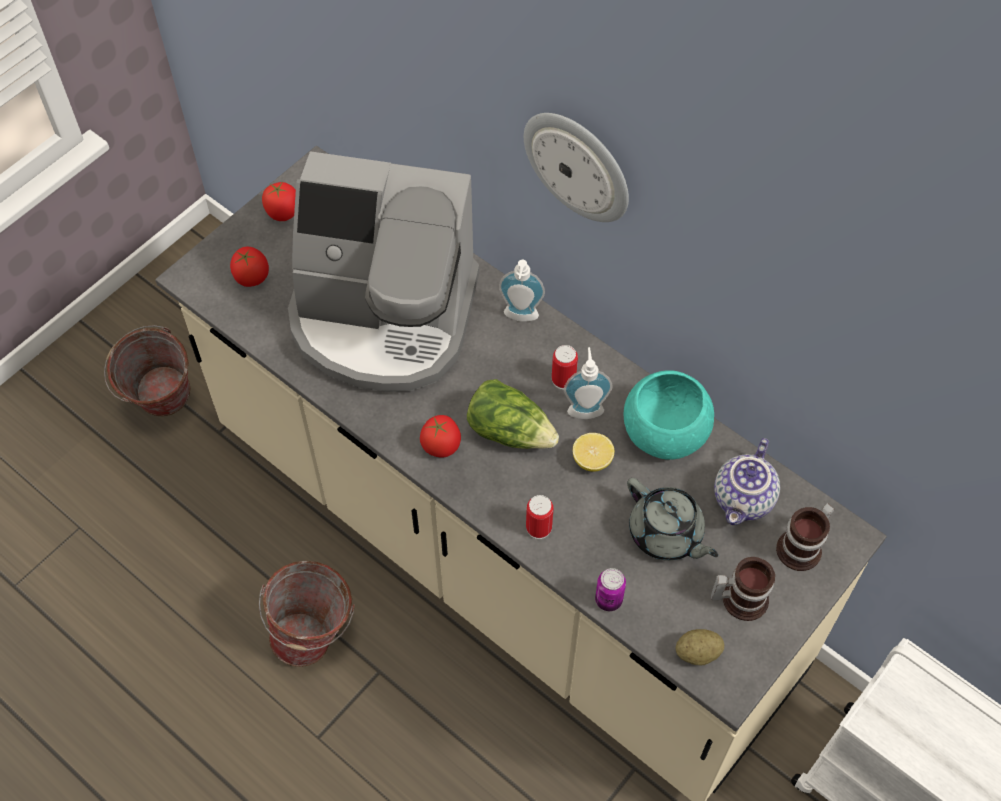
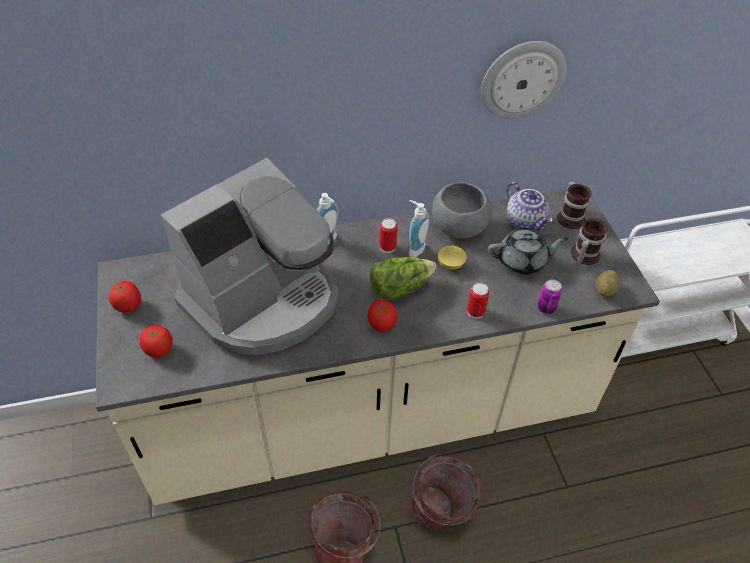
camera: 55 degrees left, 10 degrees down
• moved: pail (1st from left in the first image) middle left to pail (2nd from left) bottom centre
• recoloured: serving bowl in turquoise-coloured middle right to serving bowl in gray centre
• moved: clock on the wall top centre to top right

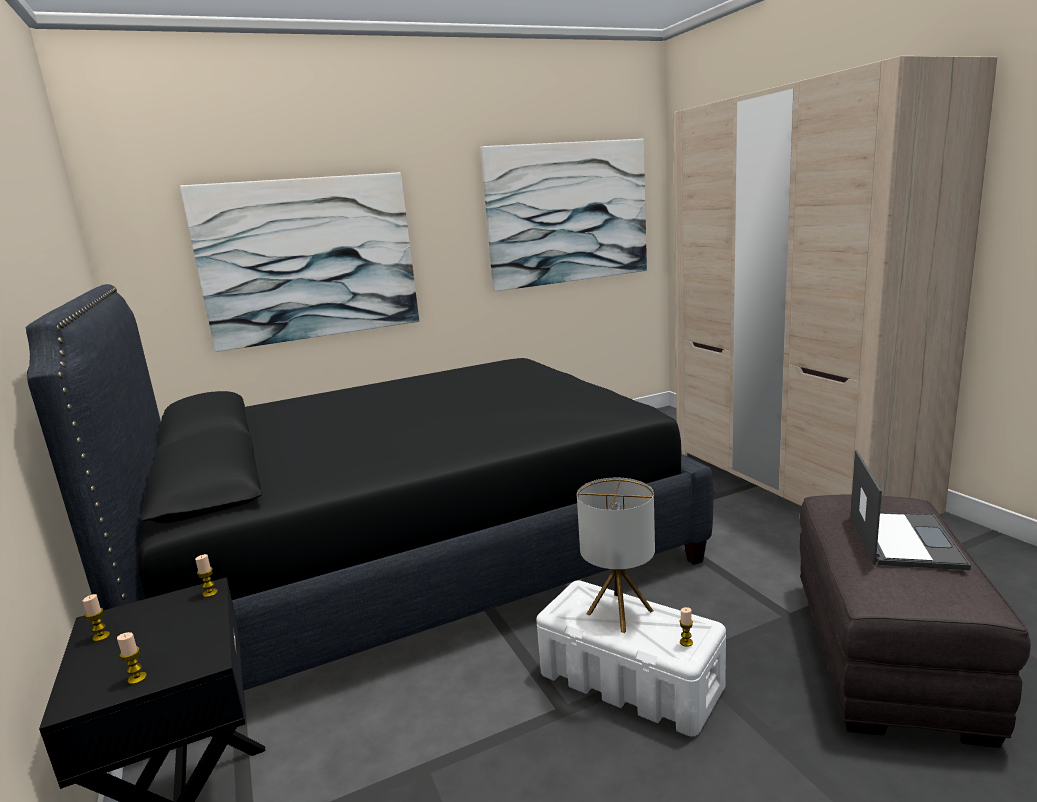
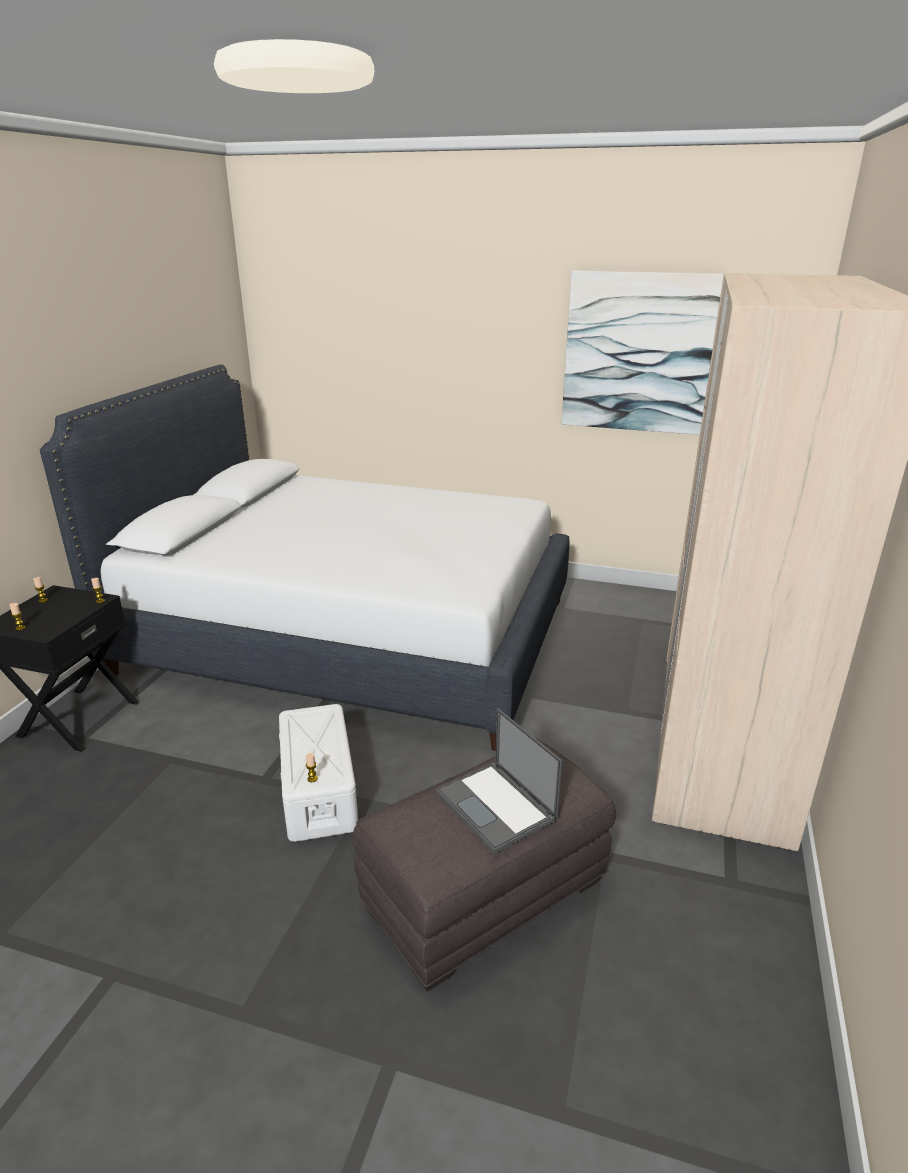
camera: 40 degrees right, 10 degrees up
• recoloured: bed in black centre to bed in white centre
• turned: laptop middle right = centre 90 degrees clockwise
• removed: picture (1st from left) top left
• removed: table lamp bottom centre

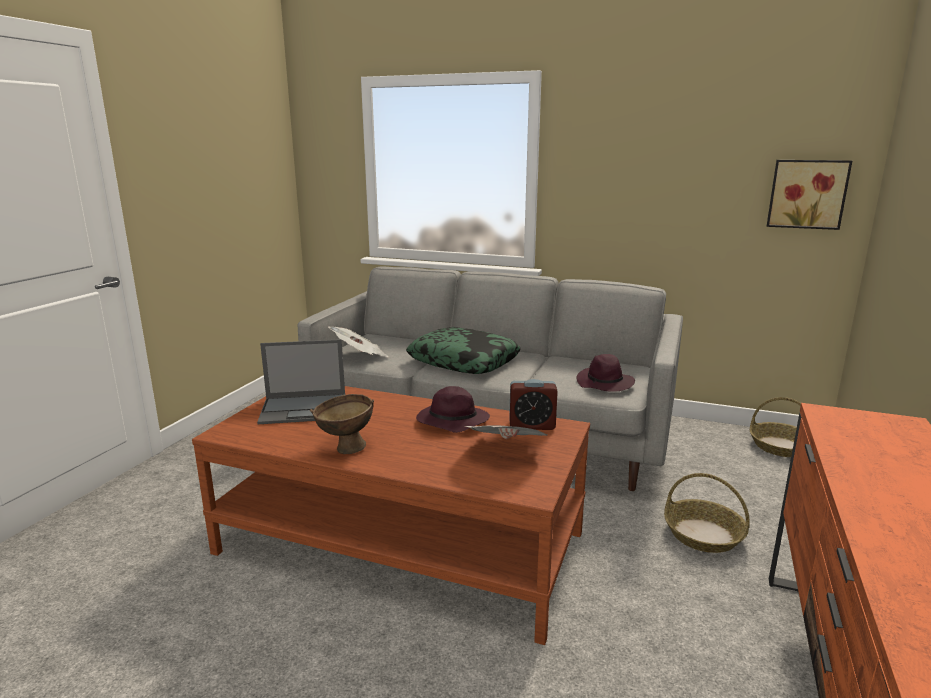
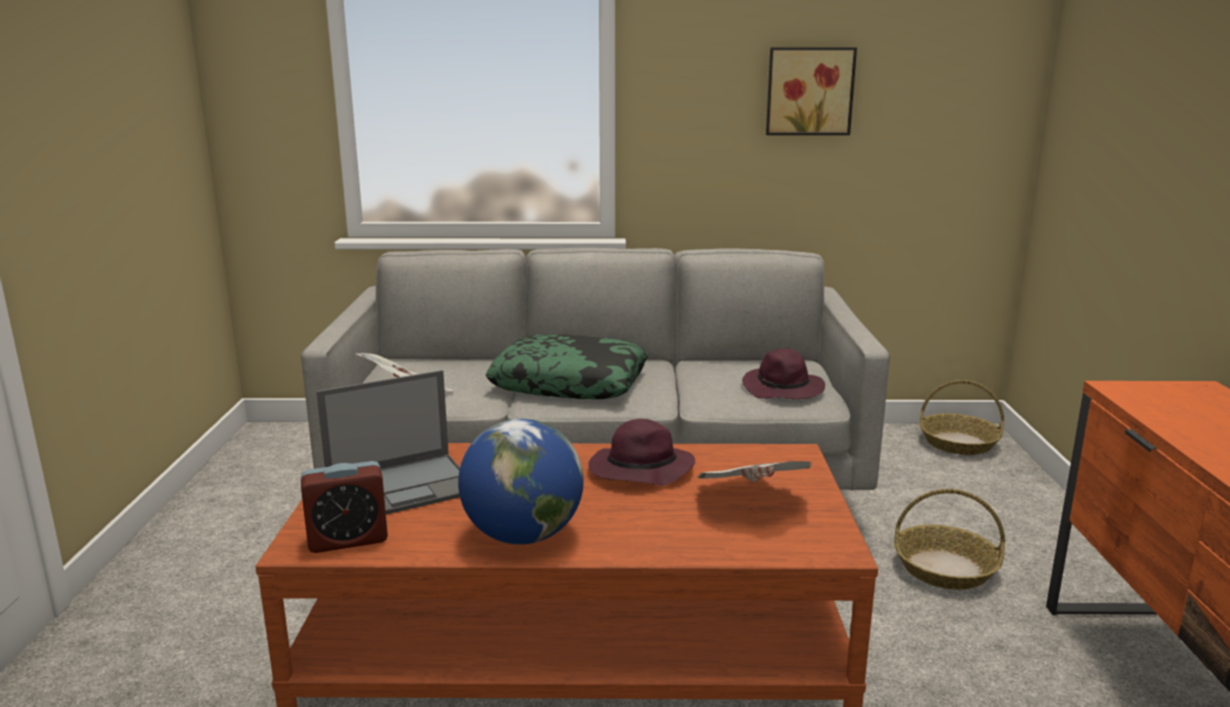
camera: 20 degrees left, 0 degrees up
• moved: table clock centre to bottom left
• replaced: serving bowl in brownish centre to globe bottom centre
• moved: picture top right to top centre

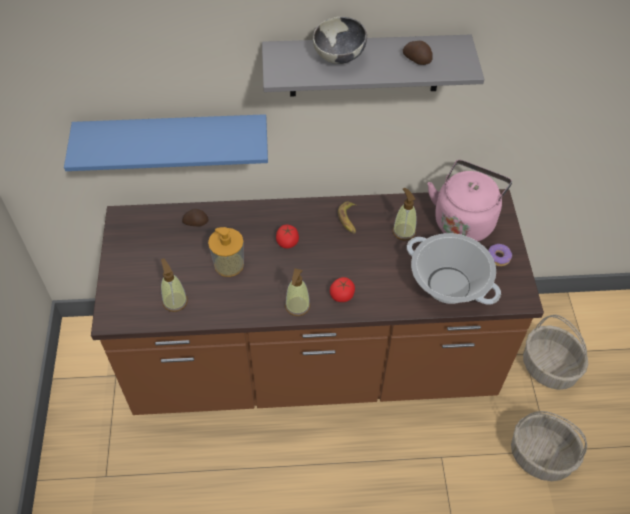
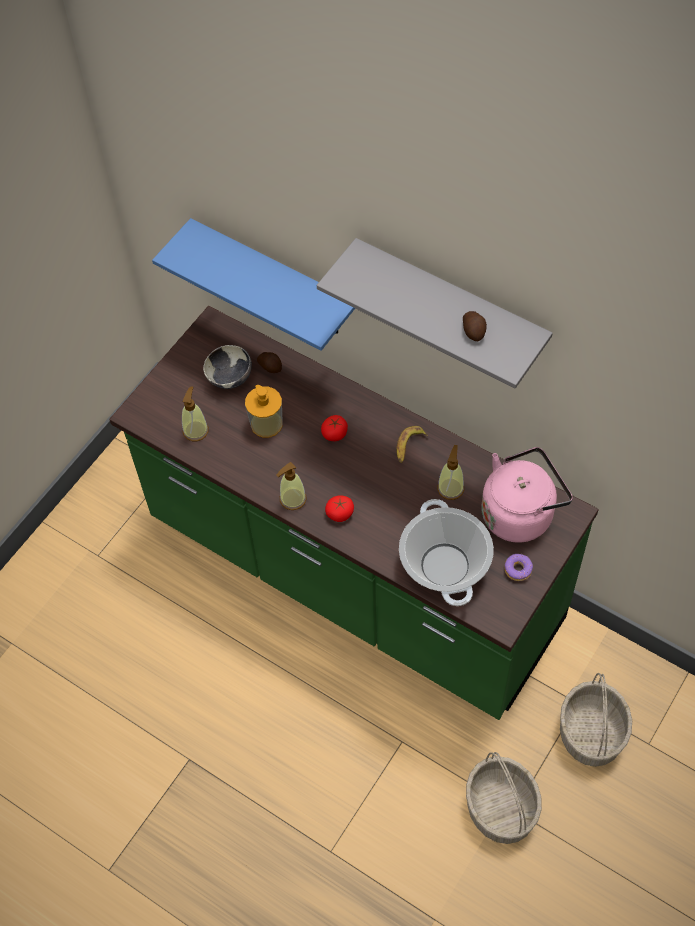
camera: 40 degrees right, 5 degrees up
• recoloured: kitchen counter in brownish centre to kitchen counter in greenish centre
• moved: serving bowl top centre to middle left

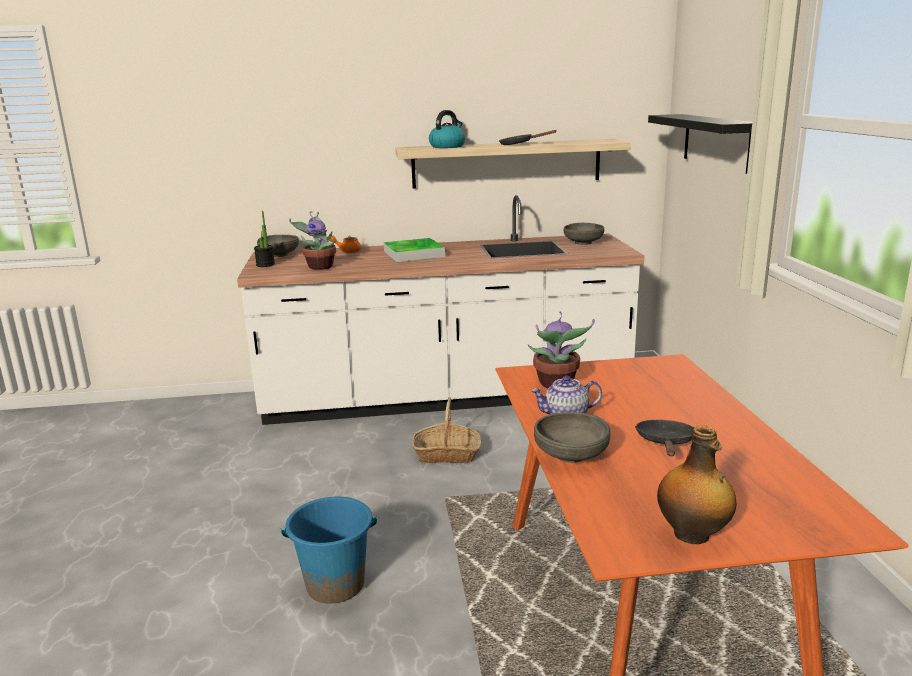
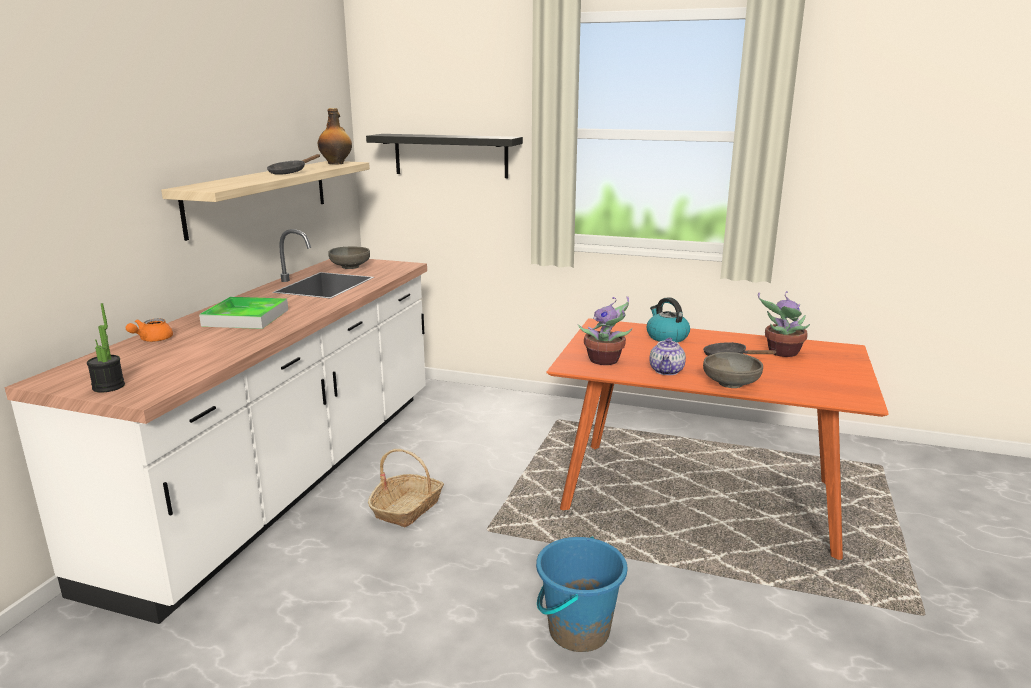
camera: 65 degrees left, 0 degrees up
• moved: drink bottle bottom right to top left
• moved: water kettle top centre to centre
• moved: plant in a pot (2nd from left in the first image) centre to plant in a pot (3rd from left) middle right
• removed: serving bowl in gray (1st from left) middle left

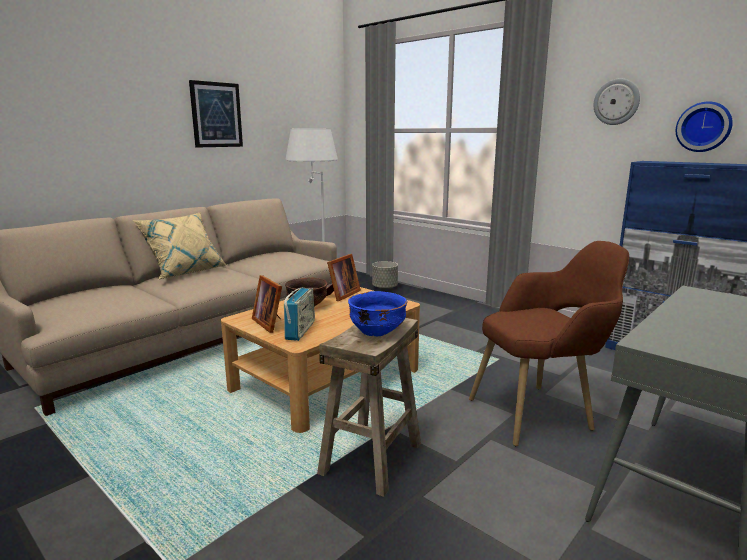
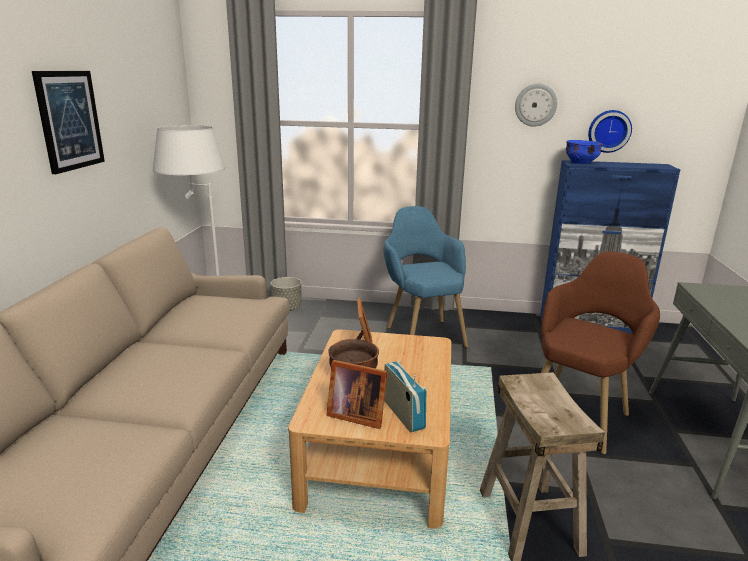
camera: 35 degrees left, 5 degrees up
• added: lounge chair in blue centre
• moved: serving bowl in blue centre to top right
• removed: pillow in sand-coloured middle left

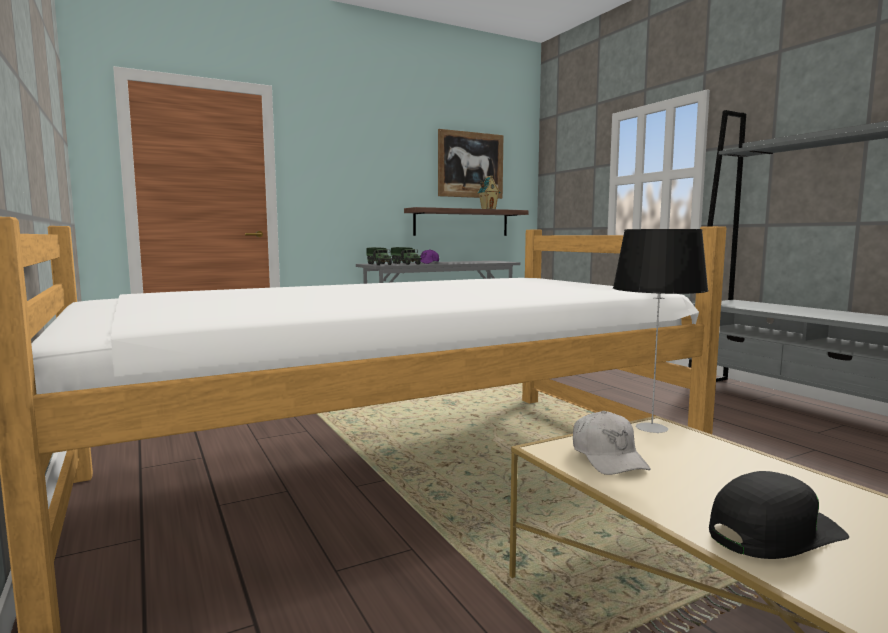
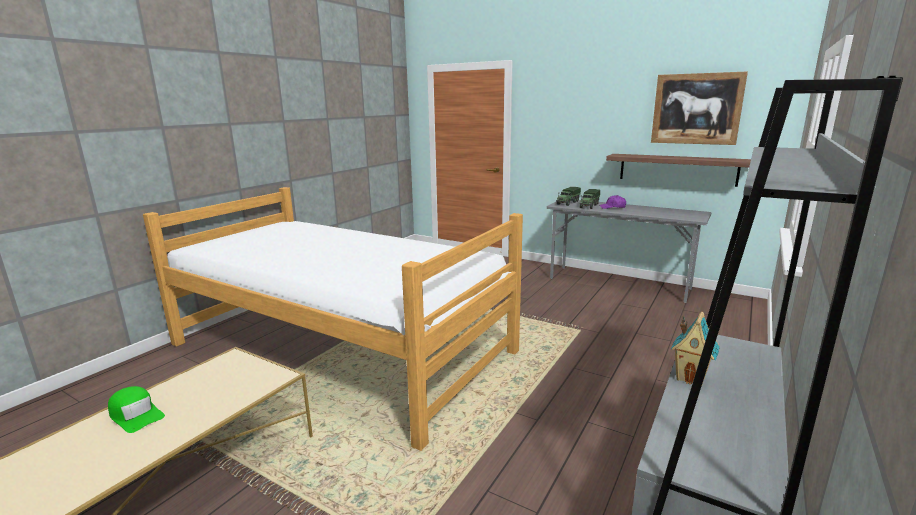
camera: 60 degrees right, 10 degrees up
• recoloured: cap in black bottom right to cap in greenish bottom left
• moved: toy house top centre to bottom right
• removed: cap in white bottom right
• removed: table lamp middle right

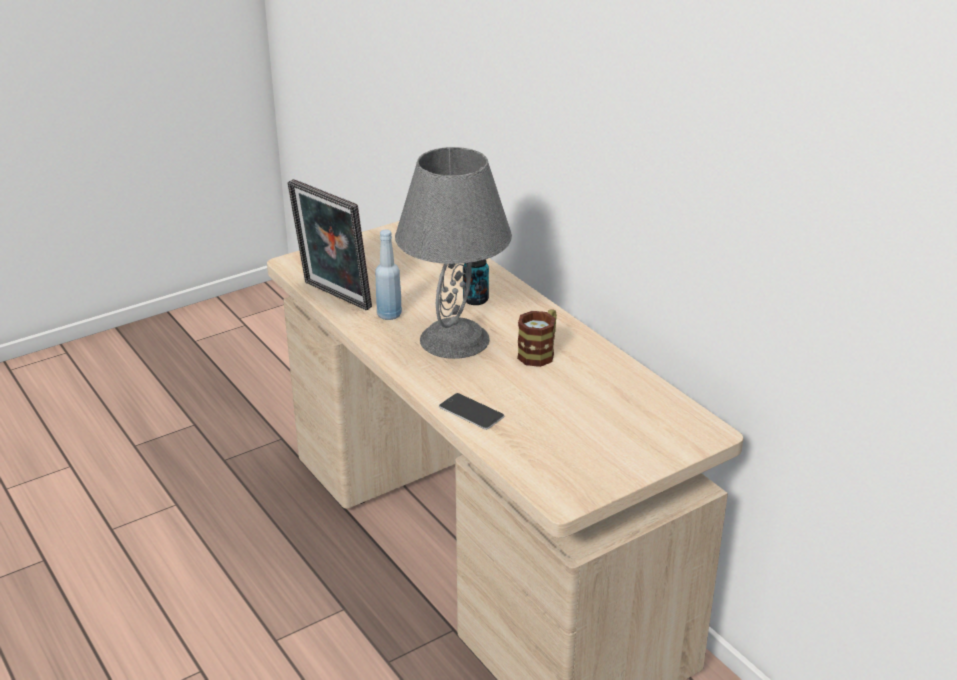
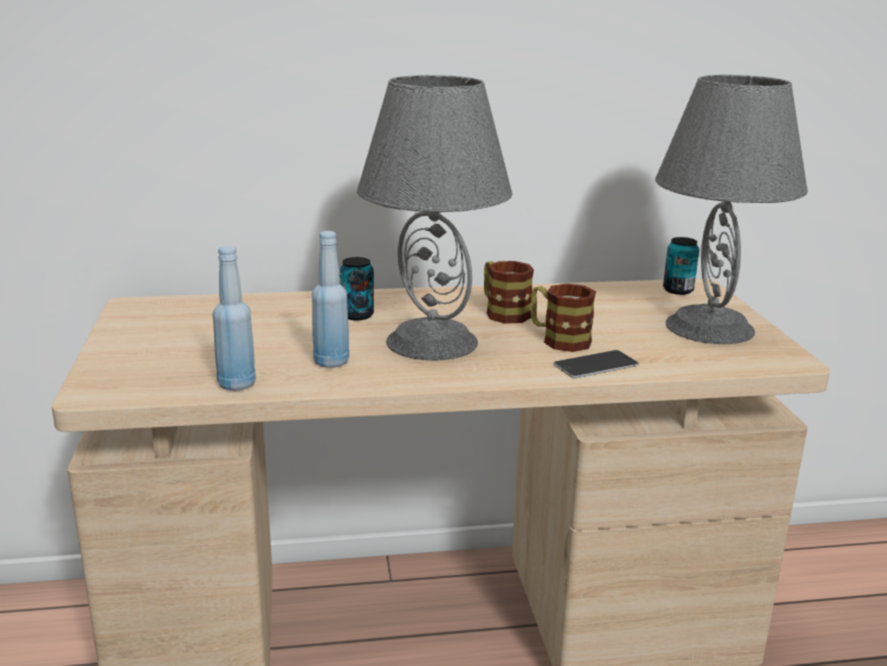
camera: 65 degrees left, 10 degrees down
• replaced: picture frame centre to drink bottle in blue (1st from left) middle left
• added: coffee mug (2nd from left) centre
• added: table lamp in gray (2nd from left) top right
• added: sealed can (2nd from left) middle right

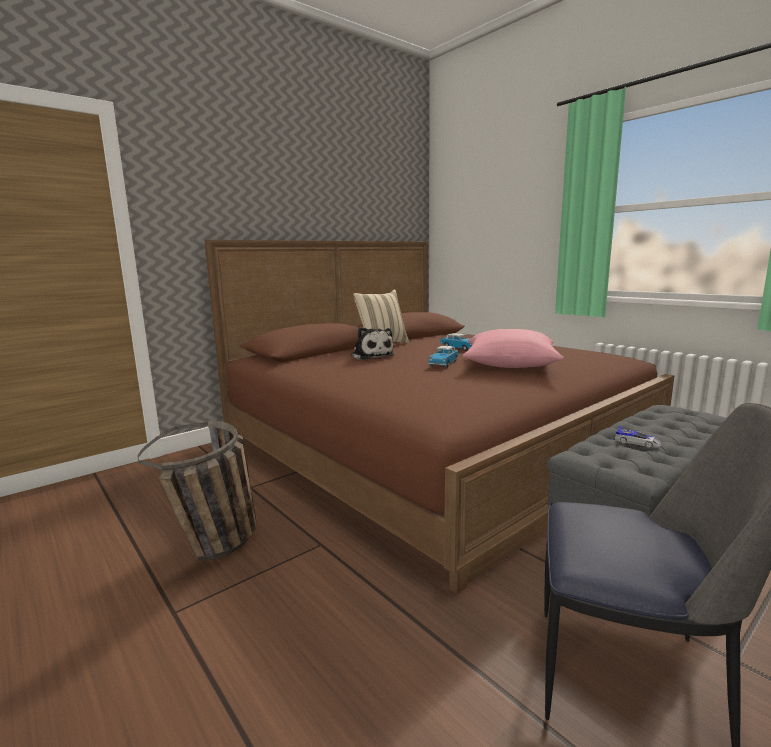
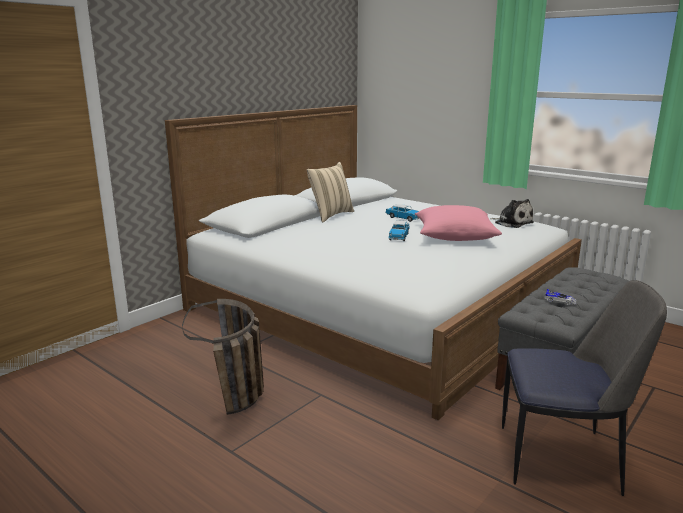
camera: 10 degrees left, 5 degrees up
• recoloured: bed in brownish centre to bed in white centre
• moved: soft toy centre to middle right

